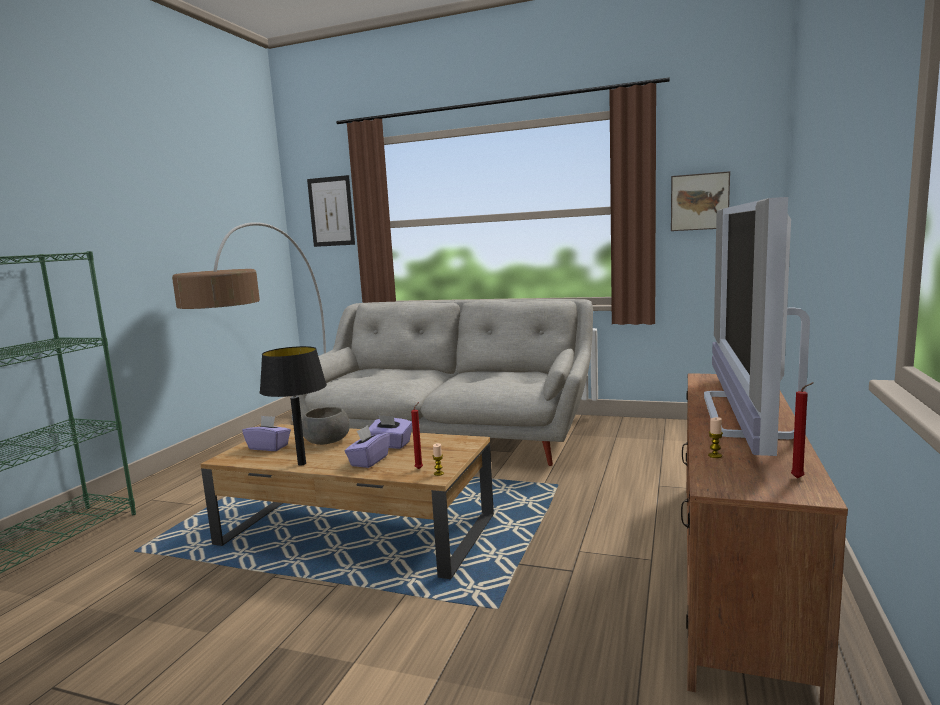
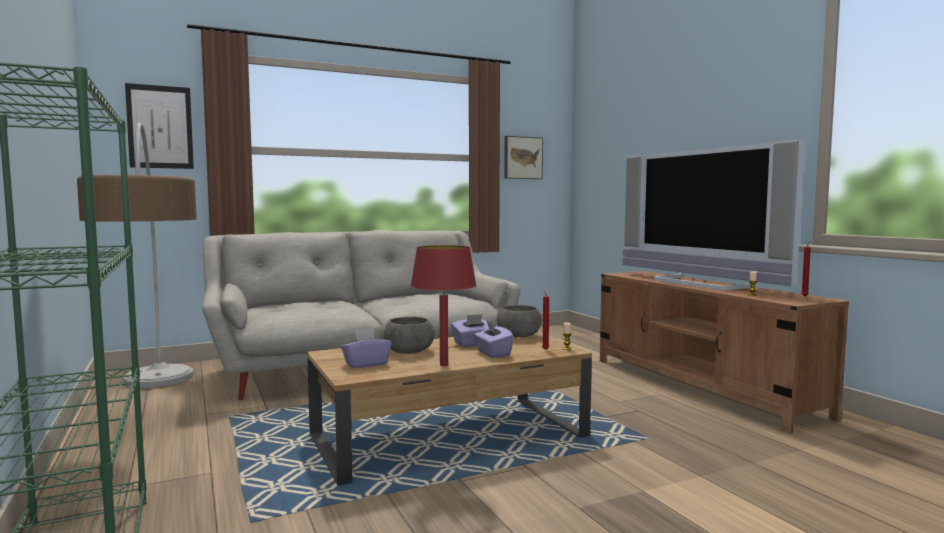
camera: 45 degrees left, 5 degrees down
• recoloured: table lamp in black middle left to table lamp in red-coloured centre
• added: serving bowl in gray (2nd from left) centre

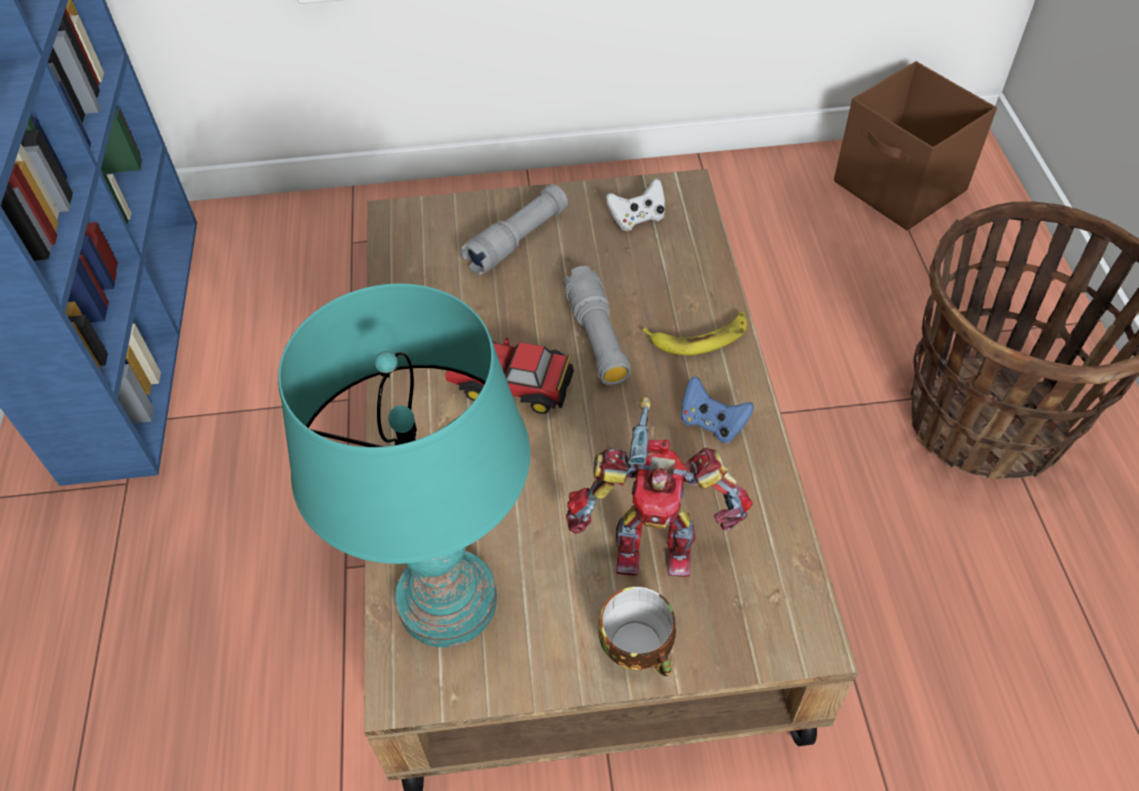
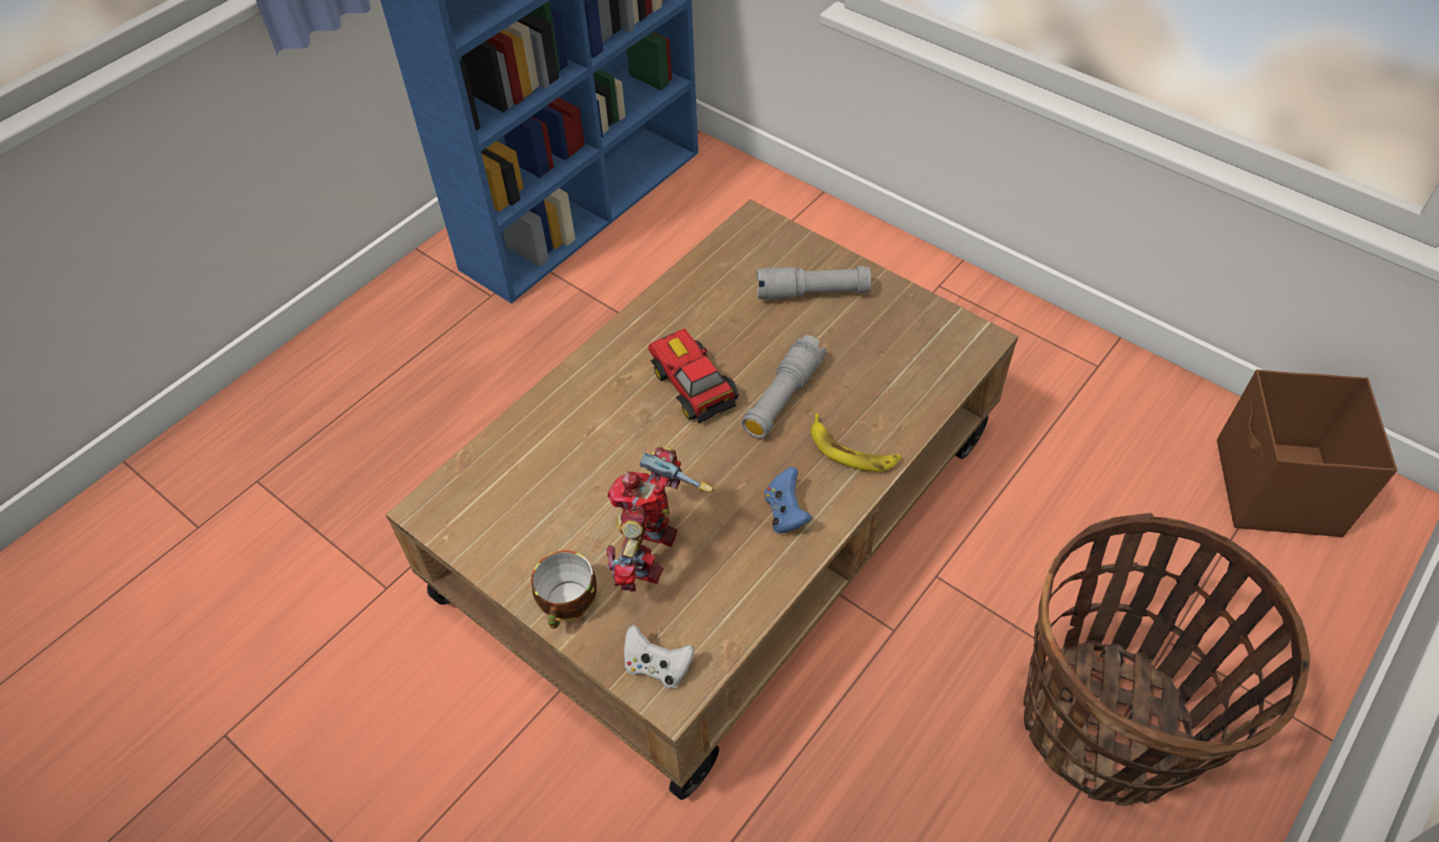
camera: 45 degrees right, 0 degrees up
• turned: robot figure centre = centre 60 degrees clockwise
• moved: gamepad in white top centre to bottom centre
• removed: table lamp in turquoise-coloured centre

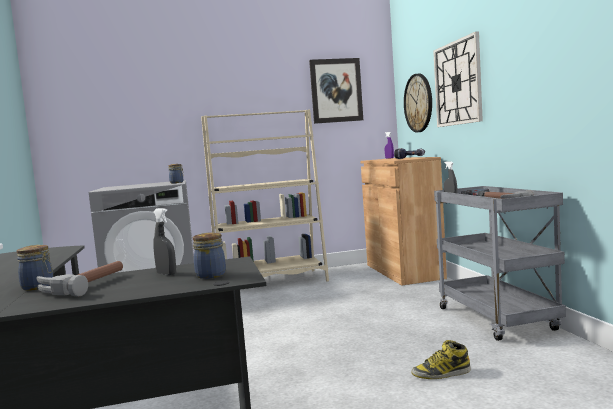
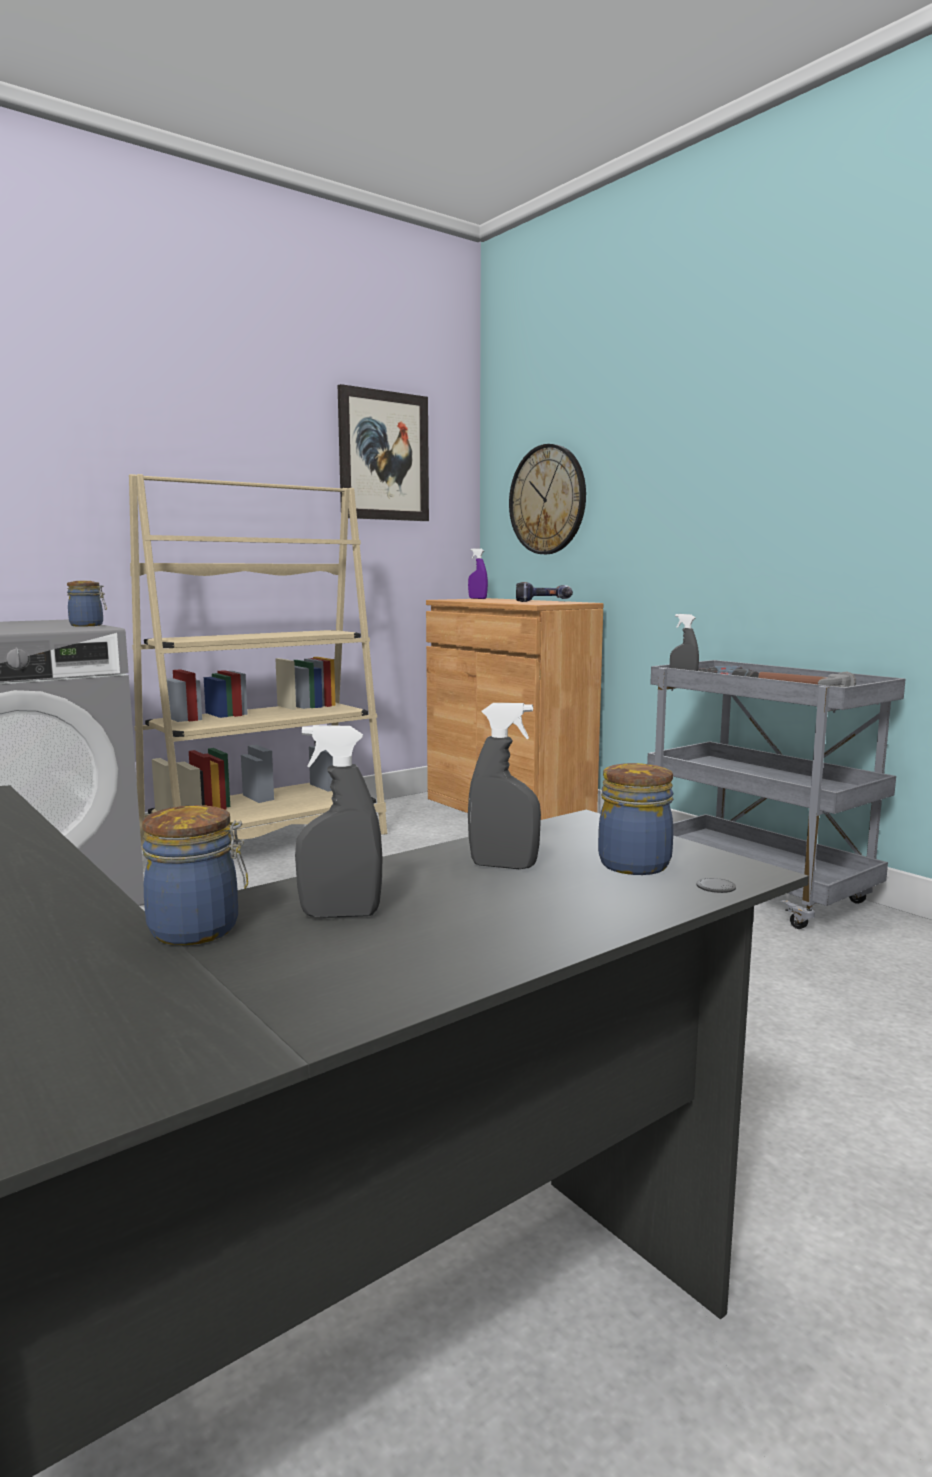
camera: 25 degrees left, 5 degrees up
• replaced: hammer (1st from left) bottom left to spray bottle in gray (1st from left) centre
• removed: boot bottom right
• removed: clock on the wall (2nd from left) top right

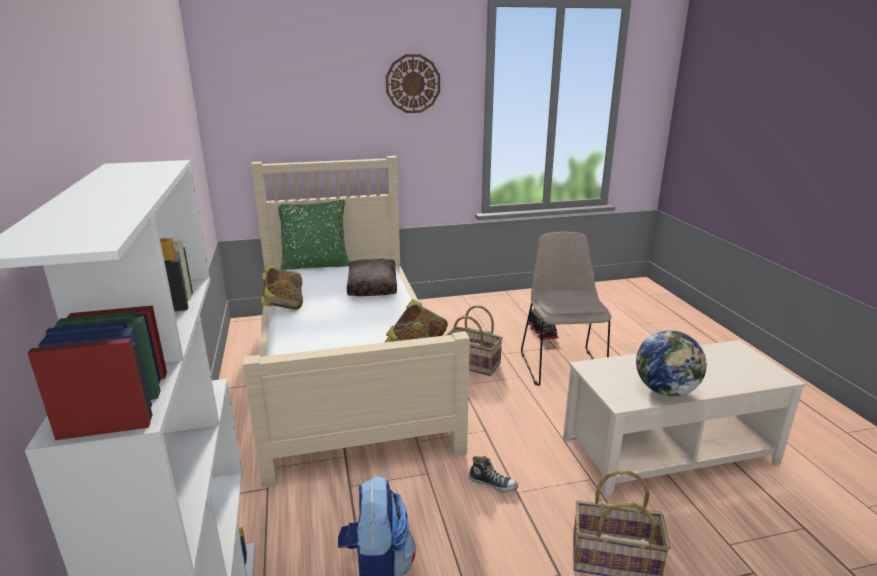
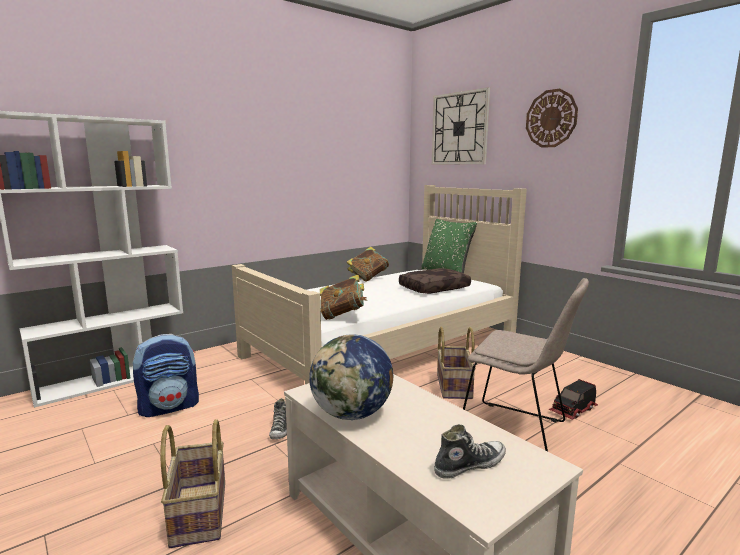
camera: 65 degrees right, 10 degrees down
• added: clock on the wall (1st from left) top centre
• added: low shoe (2nd from left) bottom centre
• turned: plain chair in sand-coloured centre = middle right 60 degrees clockwise

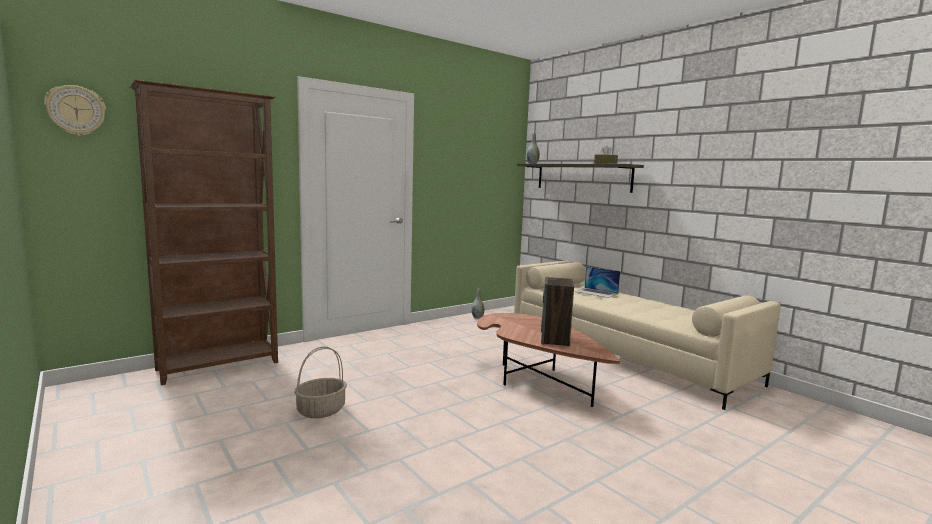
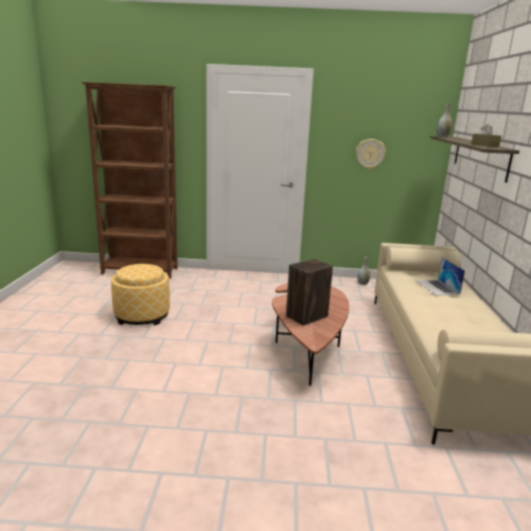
camera: 40 degrees right, 10 degrees up
• replaced: household basket bottom centre to pouffe middle left
• moved: clock on the wall top left to top right

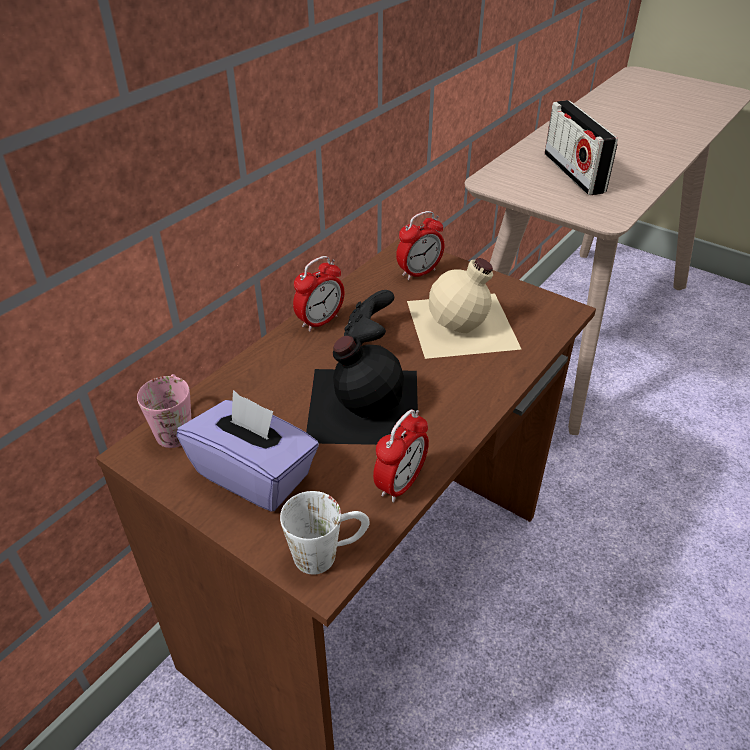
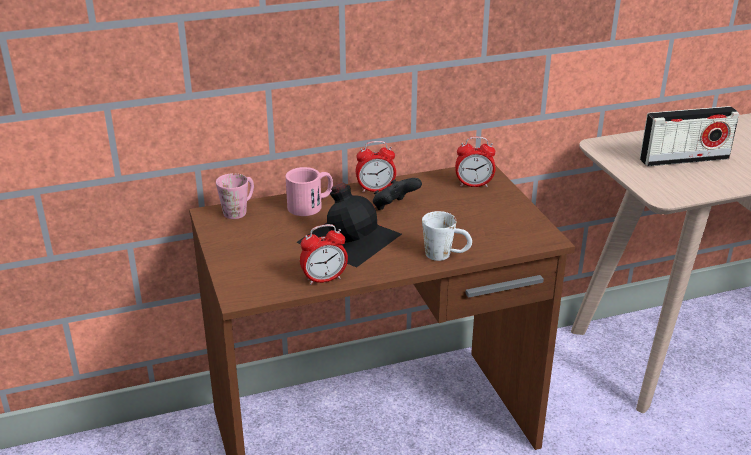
camera: 35 degrees right, 10 degrees down
• added: coffee mug in pink-coloured (2nd from left) centre
• moved: coffee mug in white bottom centre to centre
• turned: radio top right = top right 120 degrees counterclockwise
• removed: tissue holder in purple-coloured middle left
• removed: drink bottle in sand-coloured centre

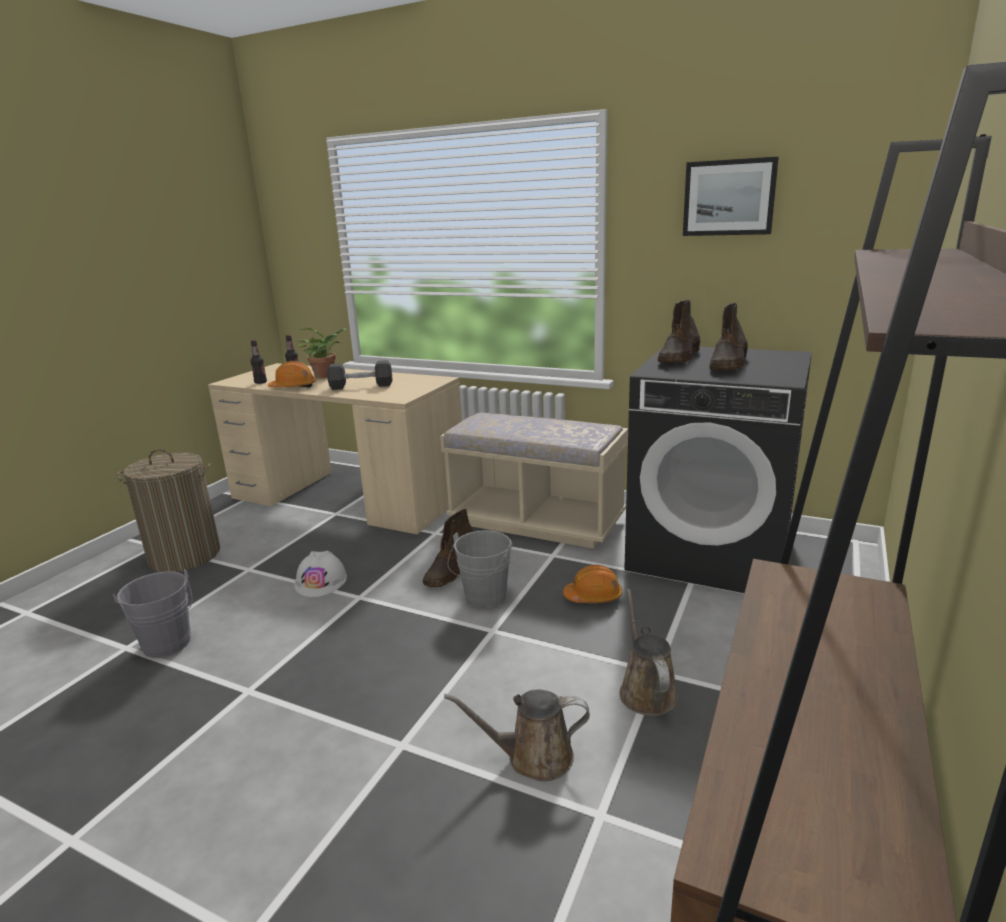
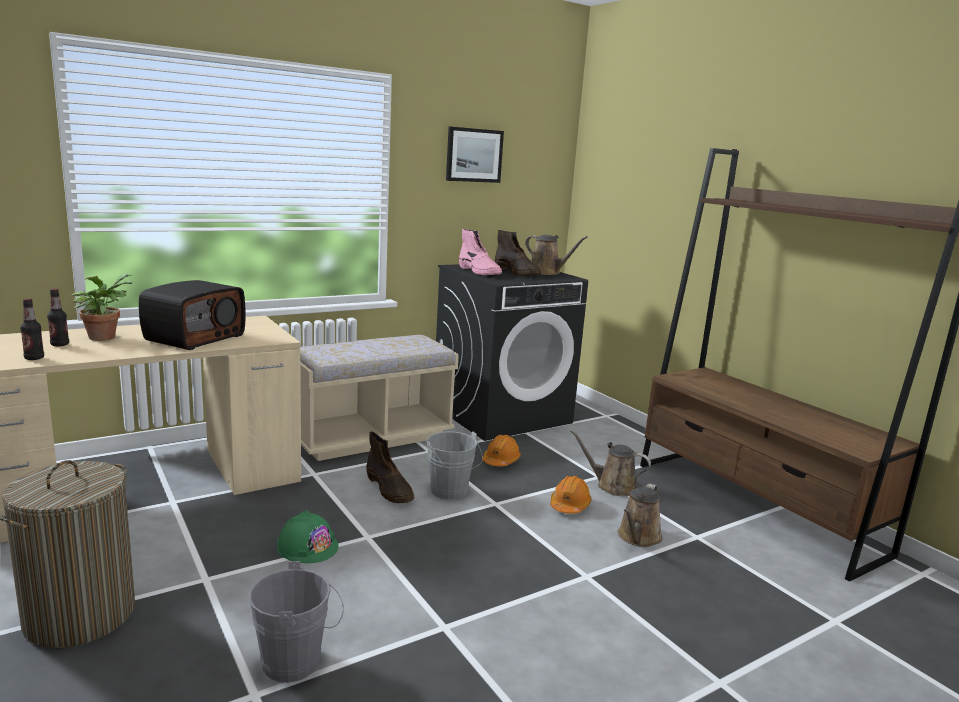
camera: 60 degrees left, 5 degrees down
• replaced: hand weight in black centre to radio middle left
• recoloured: safety helmet in white middle left to safety helmet in greenish bottom left
• recoloured: boot in brownish (2nd from left) middle right to boot in pink-coloured centre
• added: watering can in brownish (1st from left) centre
• moved: safety helmet in orange (1st from left in the first image) middle left to safety helmet in orange (2nd from left) bottom centre

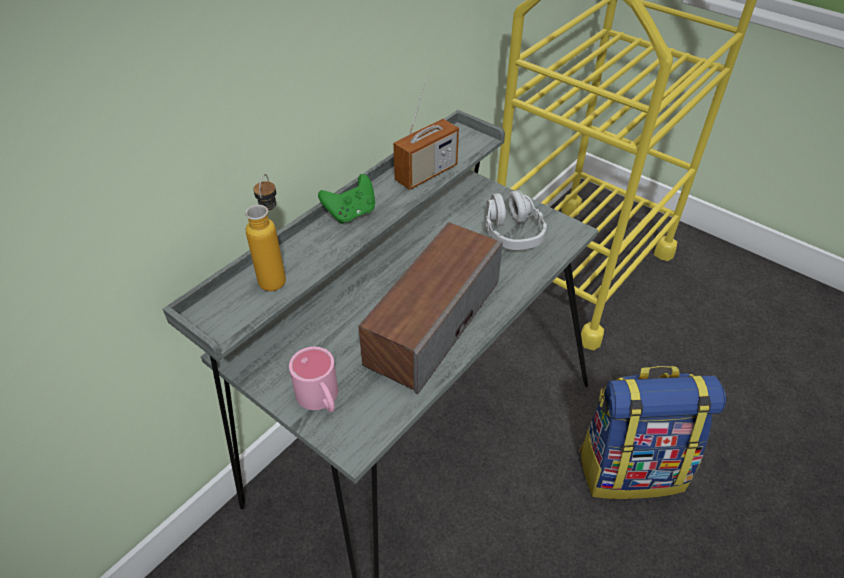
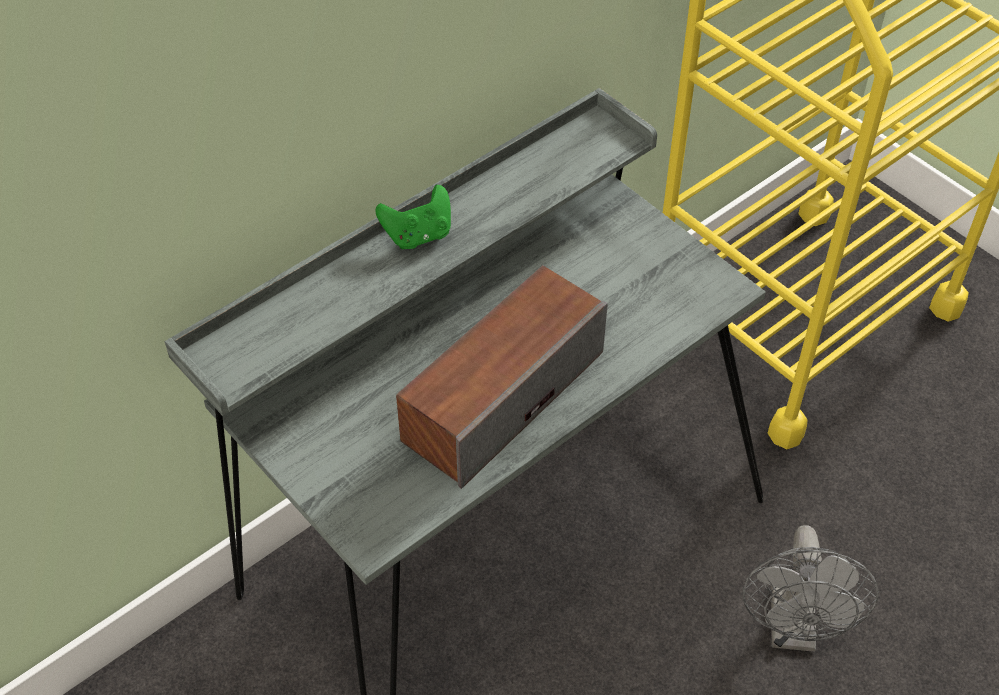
camera: 10 degrees right, 5 degrees up
• replaced: backpack bottom right to cooling fan in gray bottom right
• removed: drink bottle middle left
• removed: coffee mug in pink-coloured centre
• removed: radio top centre
• removed: pair of headphones in gray centre

